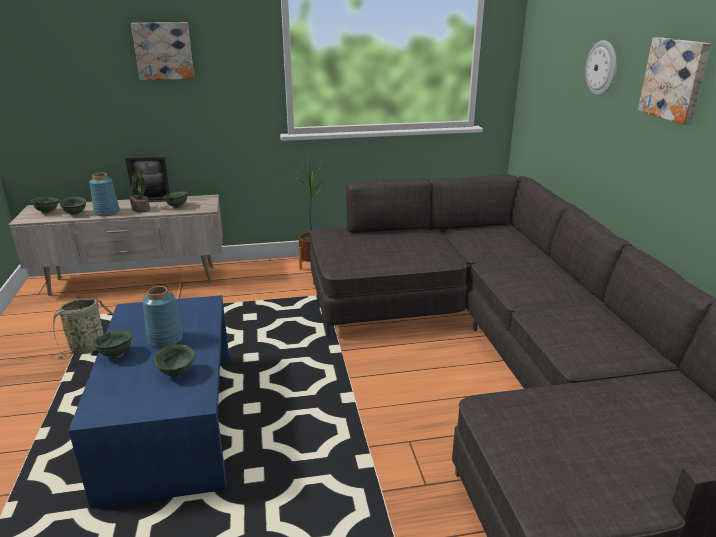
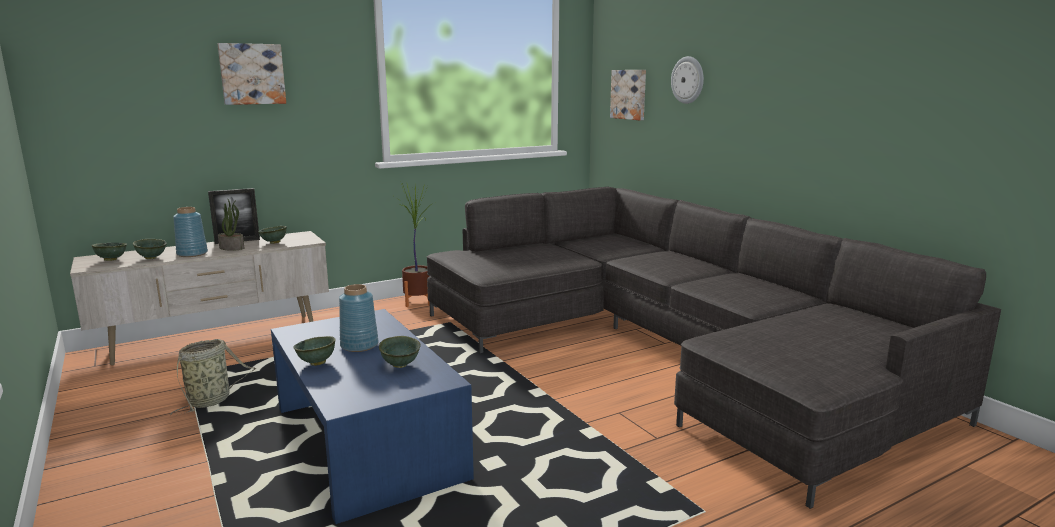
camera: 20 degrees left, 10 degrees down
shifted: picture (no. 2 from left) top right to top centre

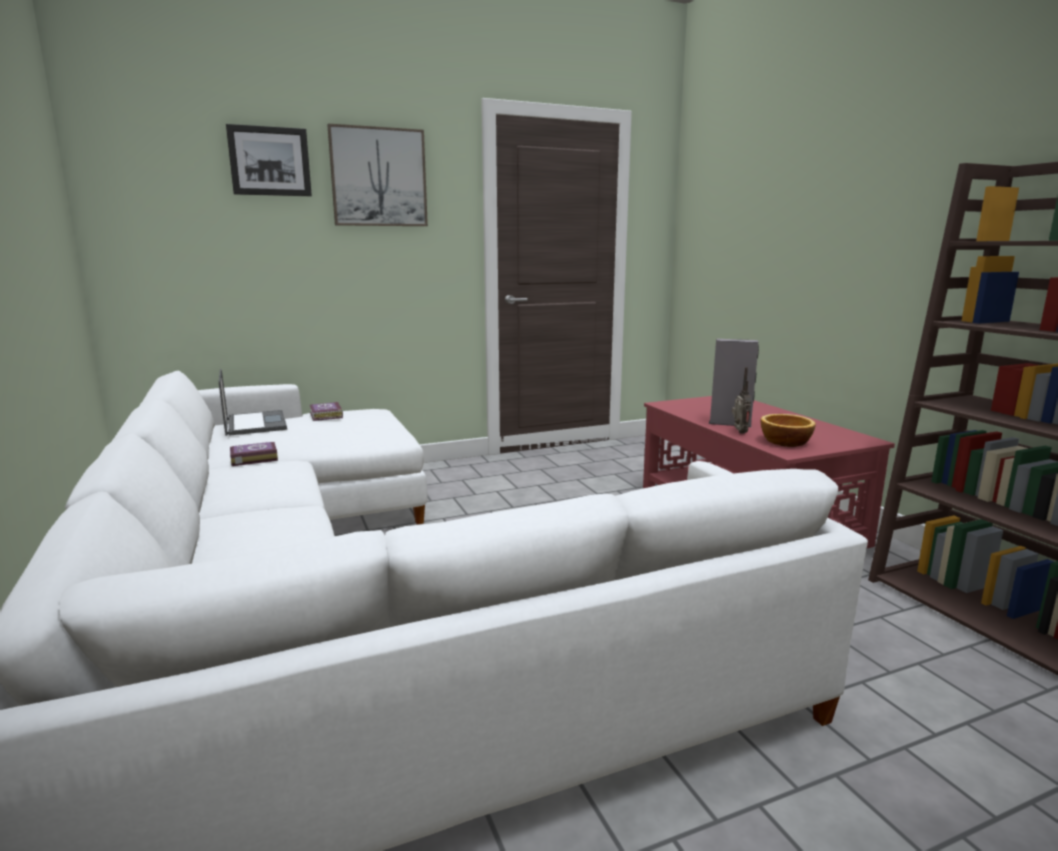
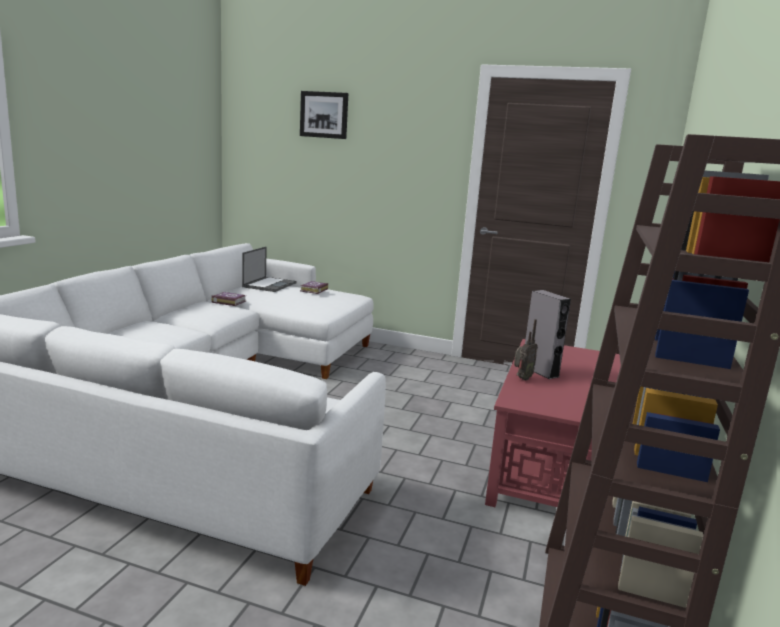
camera: 40 degrees right, 0 degrees up
gone: picture (no. 2 from left) top centre; bowl middle right

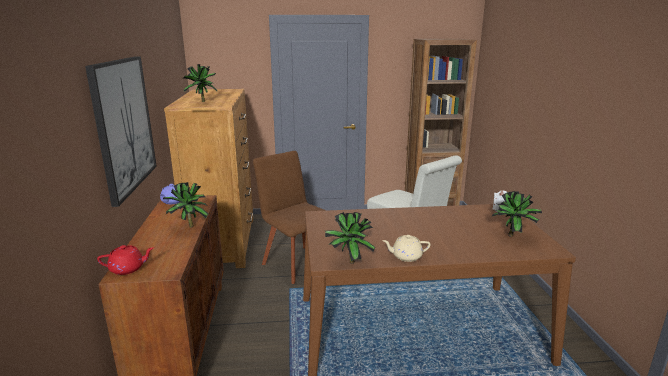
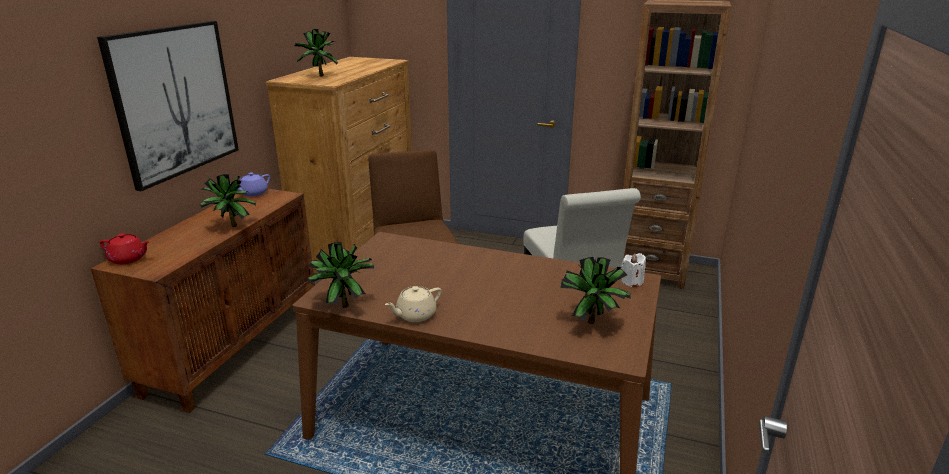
camera: 25 degrees right, 5 degrees up
rotated: tea pot/sand-coloured centre = centre 60 degrees counterclockwise

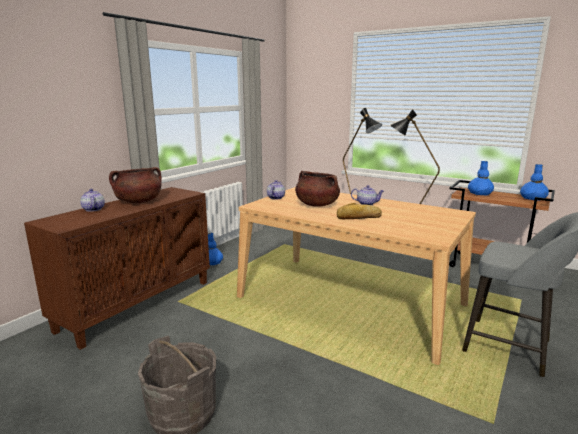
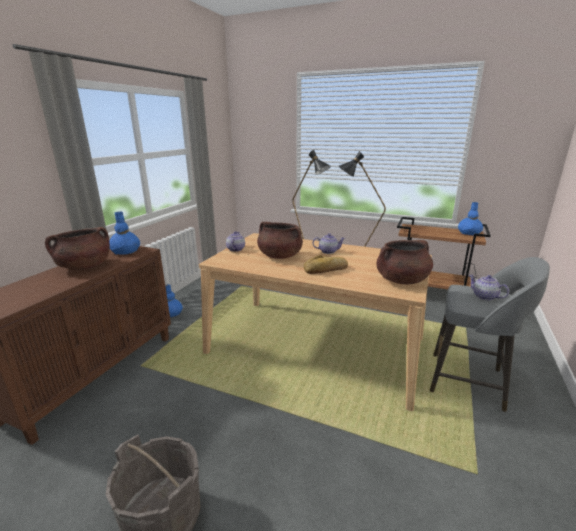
camera: 10 degrees left, 5 degrees up
new: saucepot/brown (no. 3 from left) middle right
shifted: flower vase/bluish (no. 2 from left in the first image) middle right to flower vase/bluish (no. 1 from left) middle left; tea pot (no. 1 from left in the first image) middle left to tea pot (no. 3 from left) middle right

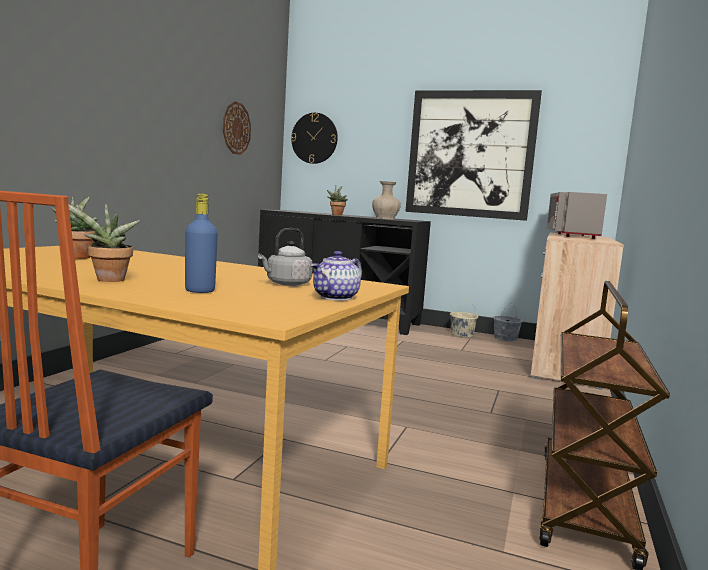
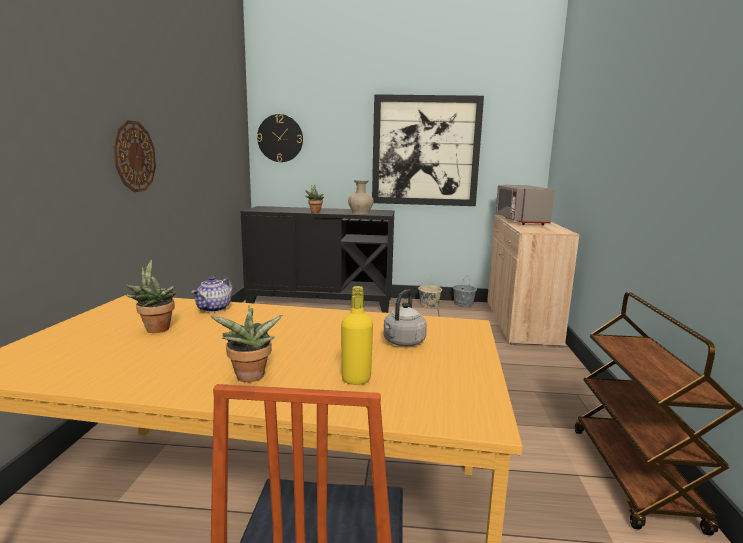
camera: 15 degrees left, 5 degrees up
shifted: hanging clock (no. 1 from left) top centre to top left; tea pot centre to middle left
repainted: bottle/bluish middle left to bottle/yellow-coloured centre

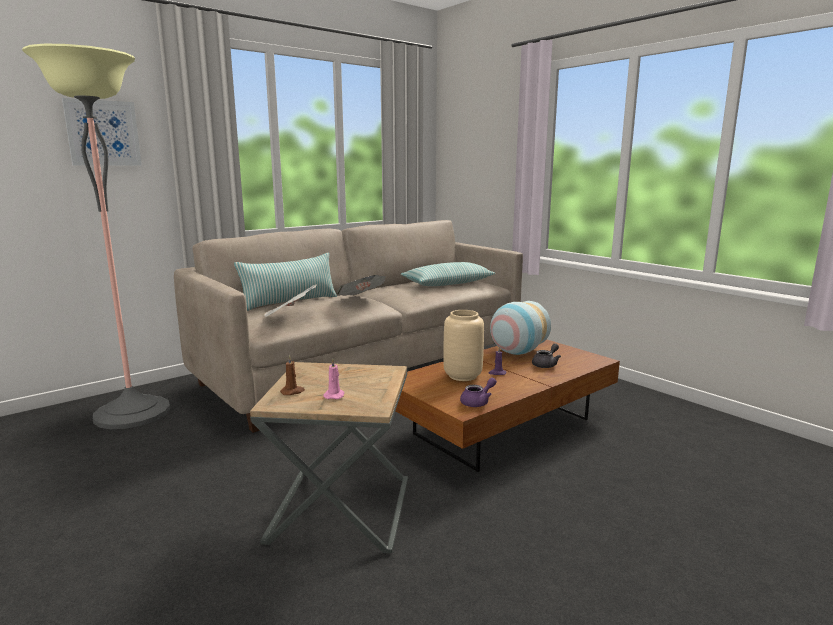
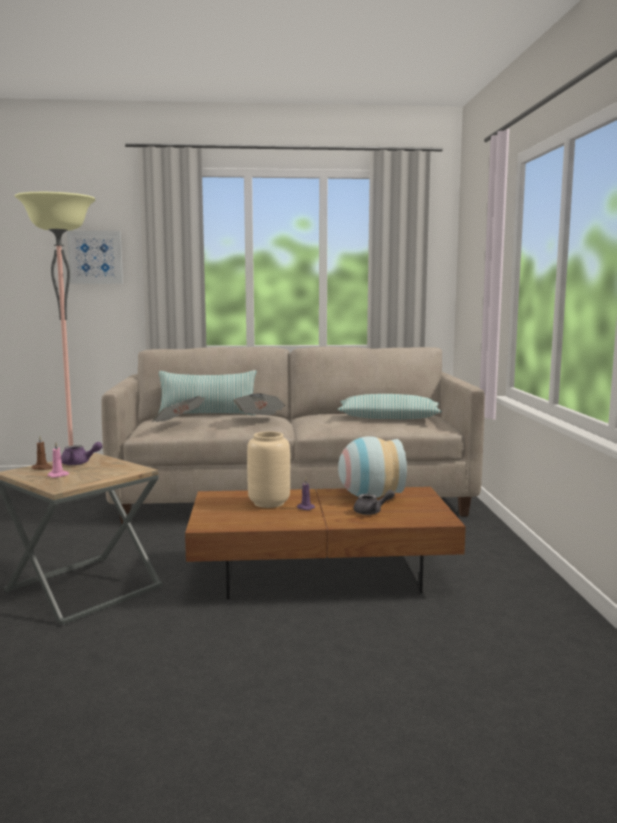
camera: 35 degrees right, 5 degrees down
shifted: tea pot/purple centre to middle left

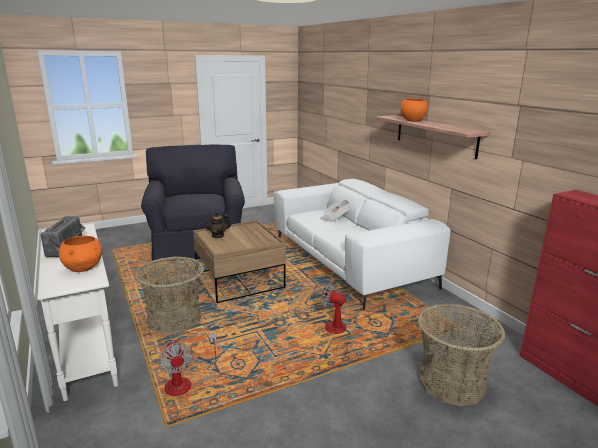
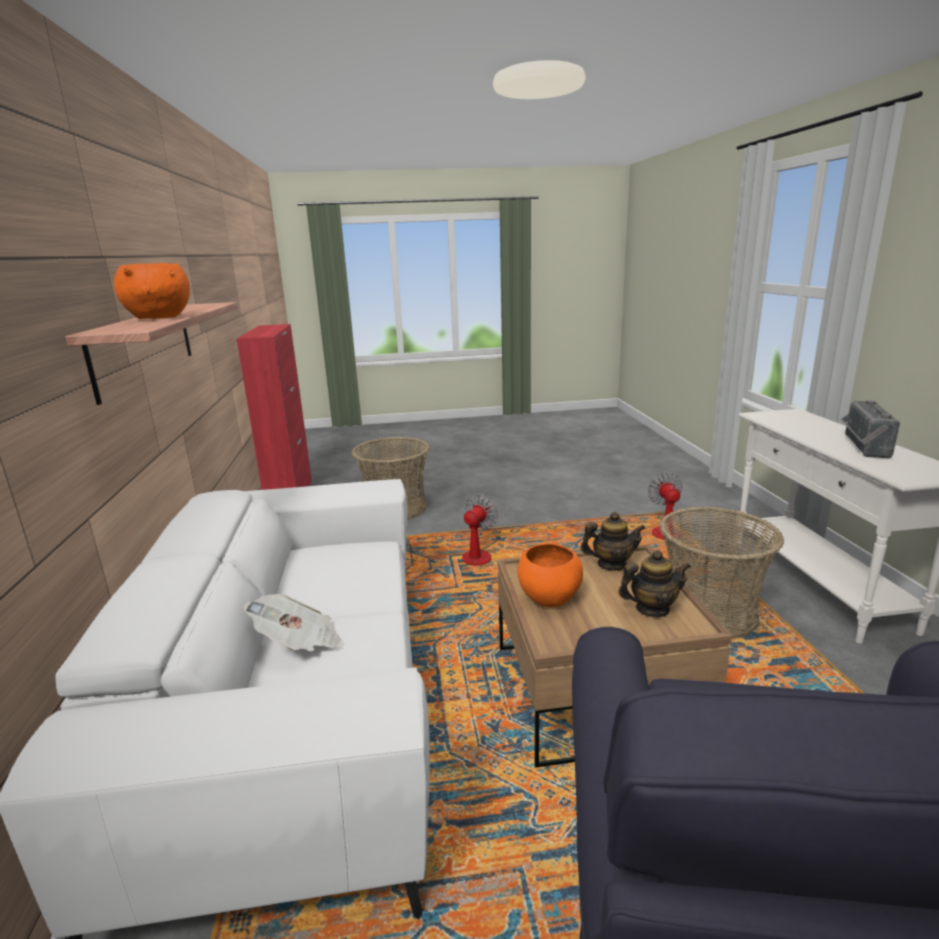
camera: 160 degrees left, 0 degrees up
new: tea pot (no. 1 from left) centre
shifted: bowl/orange (no. 1 from left in the first image) middle left to bowl/orange (no. 2 from left) centre
rotated: fan (no. 2 from left in the first image) bottom centre = centre 105 degrees counterclockwise

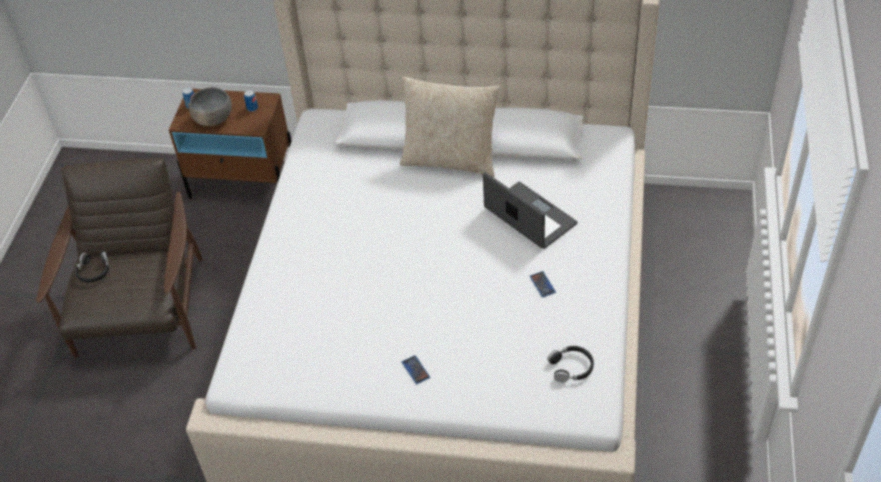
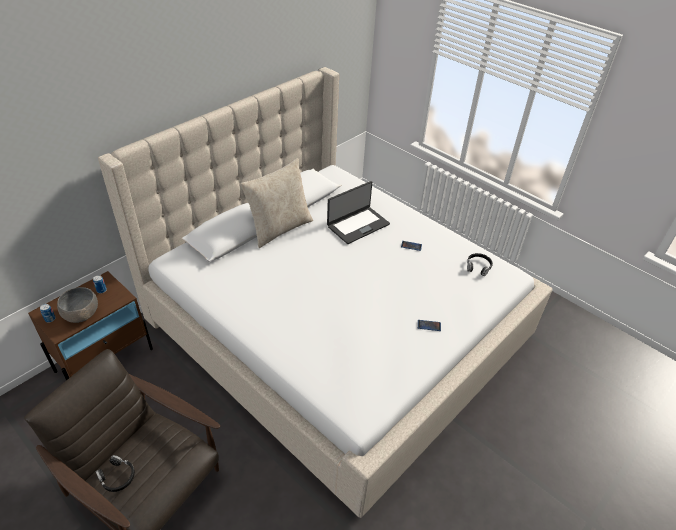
camera: 60 degrees left, 5 degrees down
rotated: portable computer centre = centre 150 degrees clockwise

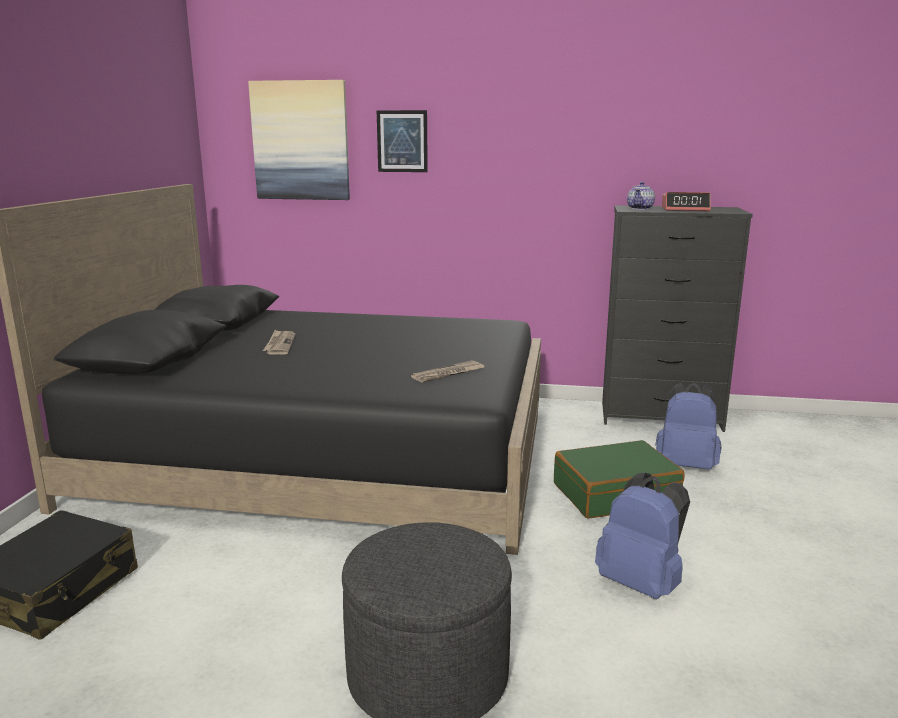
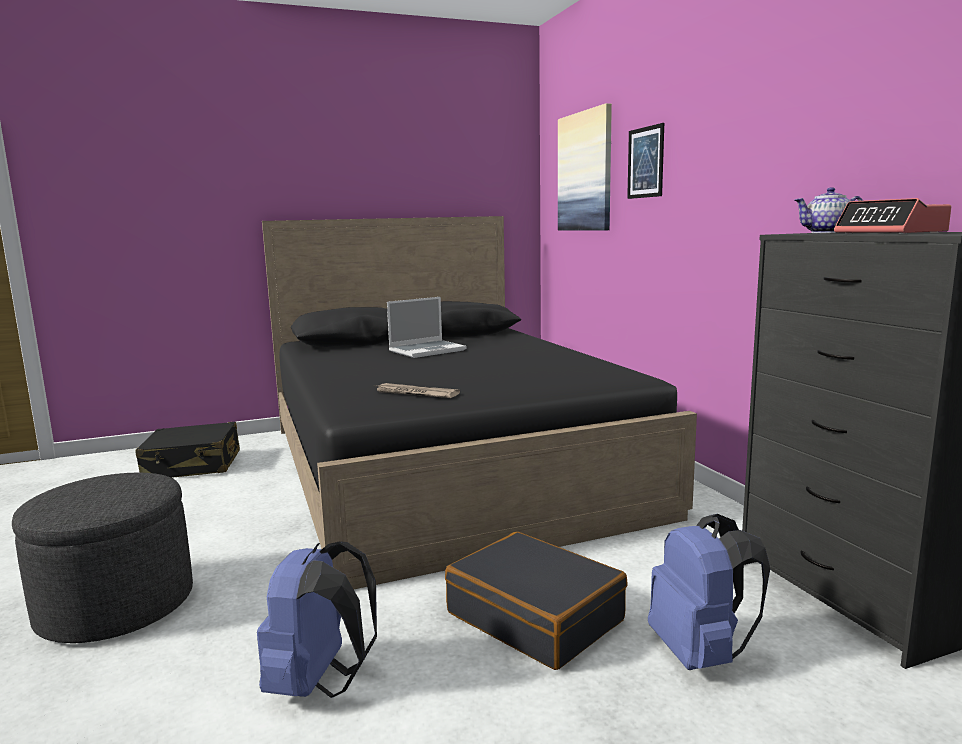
camera: 60 degrees right, 5 degrees down
swapped: printed paper (no. 1 from left) middle left to portable computer centre
repainted: suitcase/greenish bottom right to suitcase/black (no. 2 from left) bottom centre

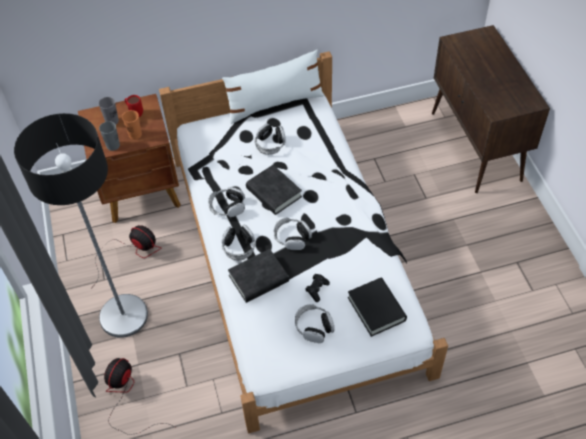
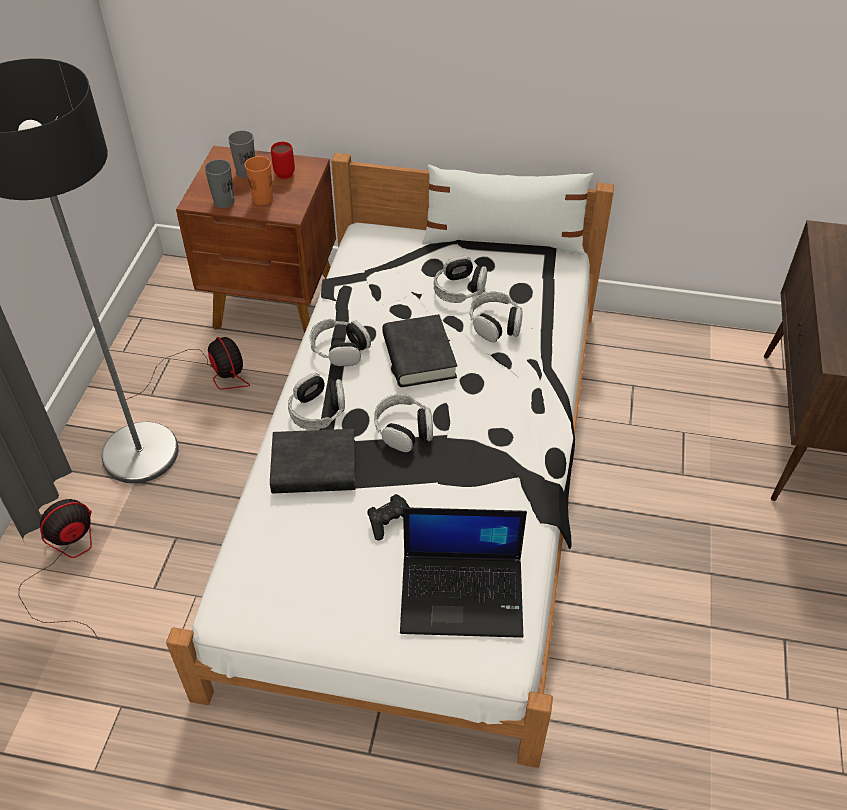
camera: 25 degrees right, 5 degrees down
shifted: headset (no. 5 from left) bottom centre to centre
swapped: book/black (no. 3 from left) bottom centre to portable computer bottom centre

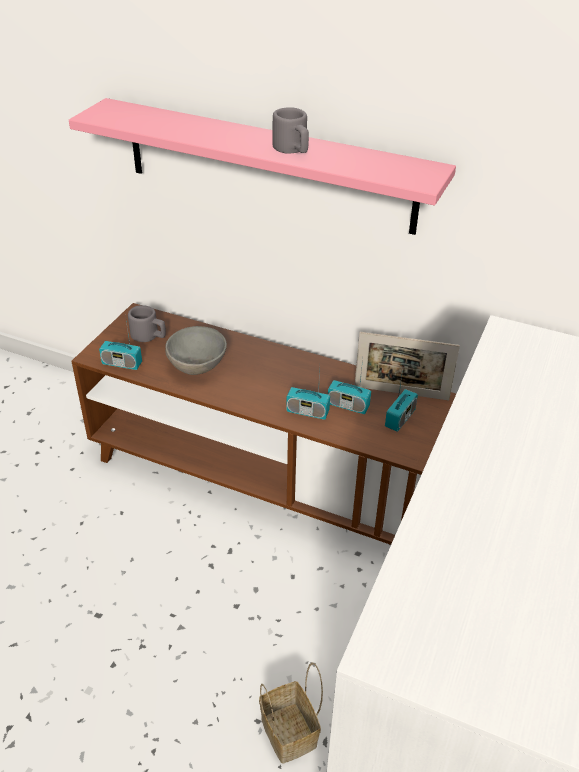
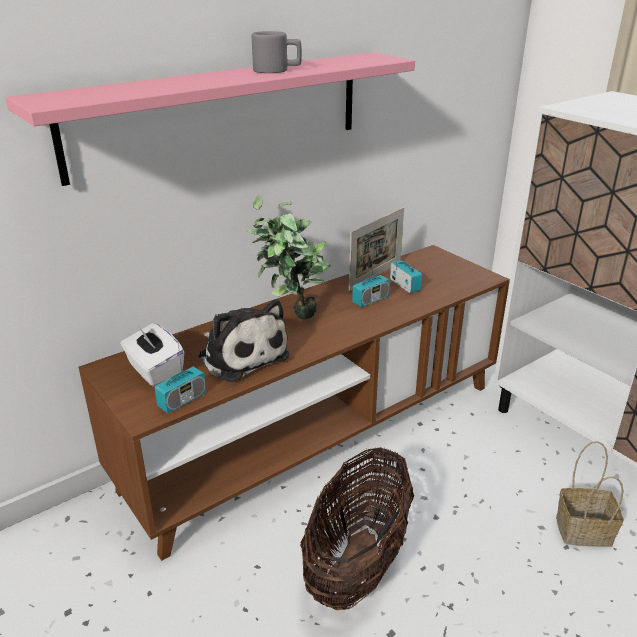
camera: 60 degrees left, 10 degrees down
gone: radio receiver (no. 2 from left) centre
new: plant in a pot centre; basket (no. 1 from left) bottom centre
swapped: coffee mug/greyish (no. 1 from left) middle left to tissue box/white middle left; bowl/greyish centre to cuddly toy centre

